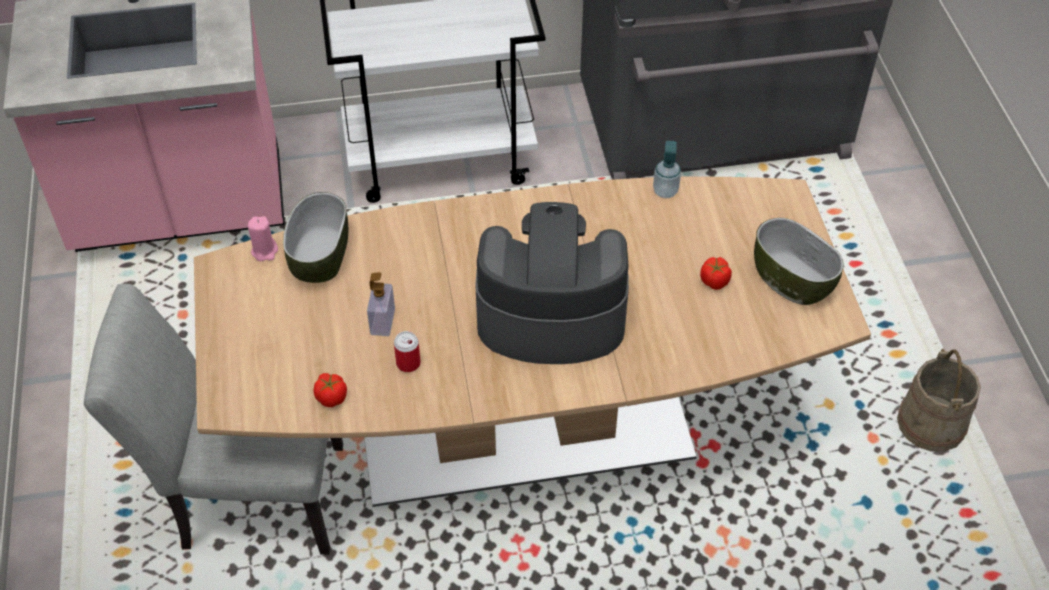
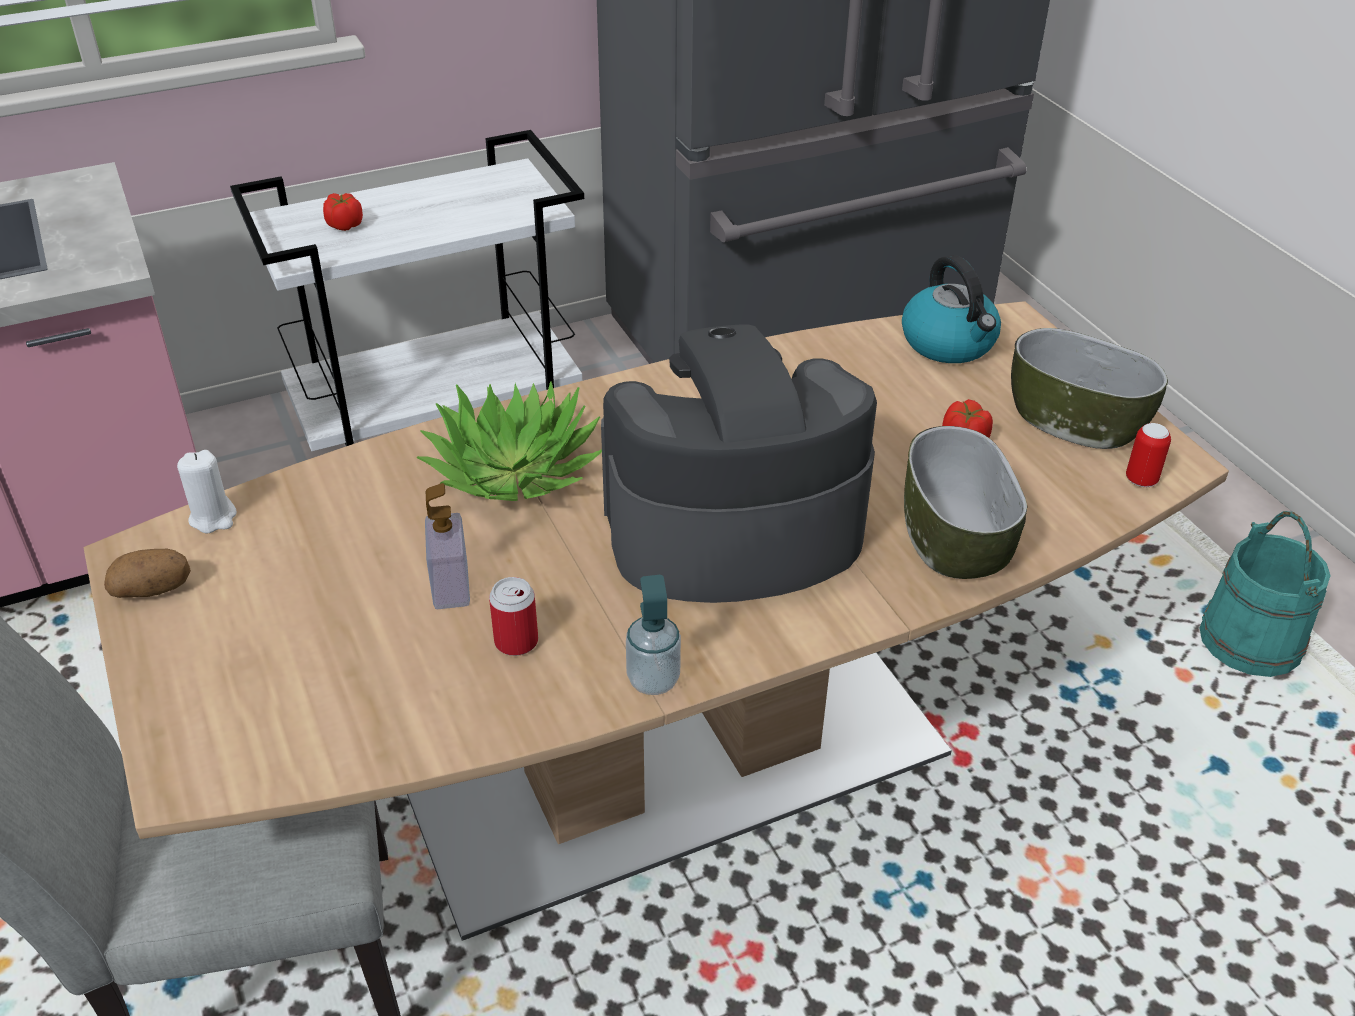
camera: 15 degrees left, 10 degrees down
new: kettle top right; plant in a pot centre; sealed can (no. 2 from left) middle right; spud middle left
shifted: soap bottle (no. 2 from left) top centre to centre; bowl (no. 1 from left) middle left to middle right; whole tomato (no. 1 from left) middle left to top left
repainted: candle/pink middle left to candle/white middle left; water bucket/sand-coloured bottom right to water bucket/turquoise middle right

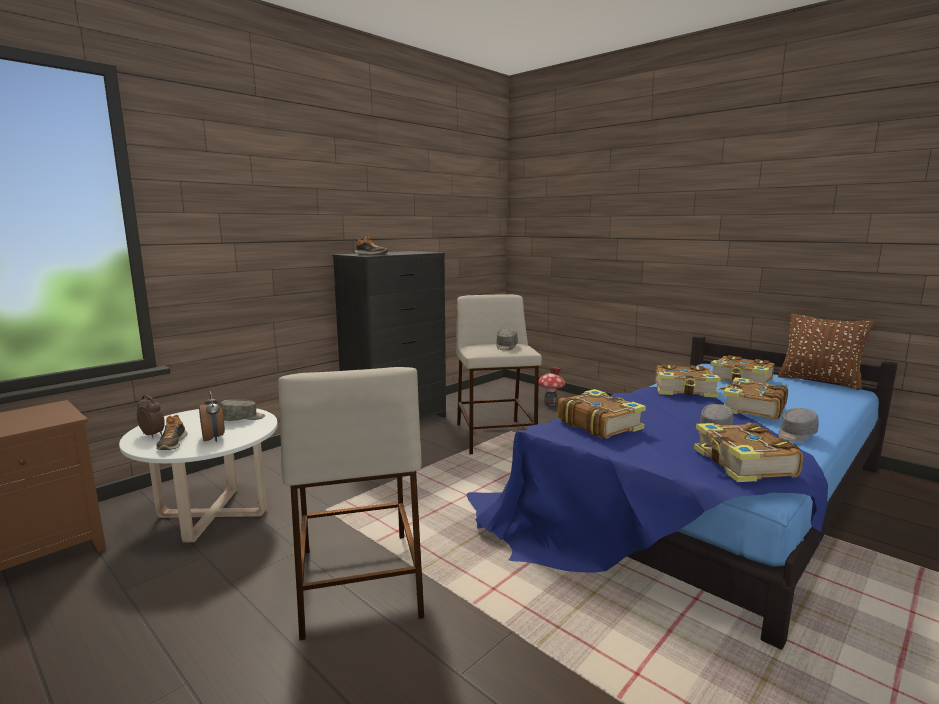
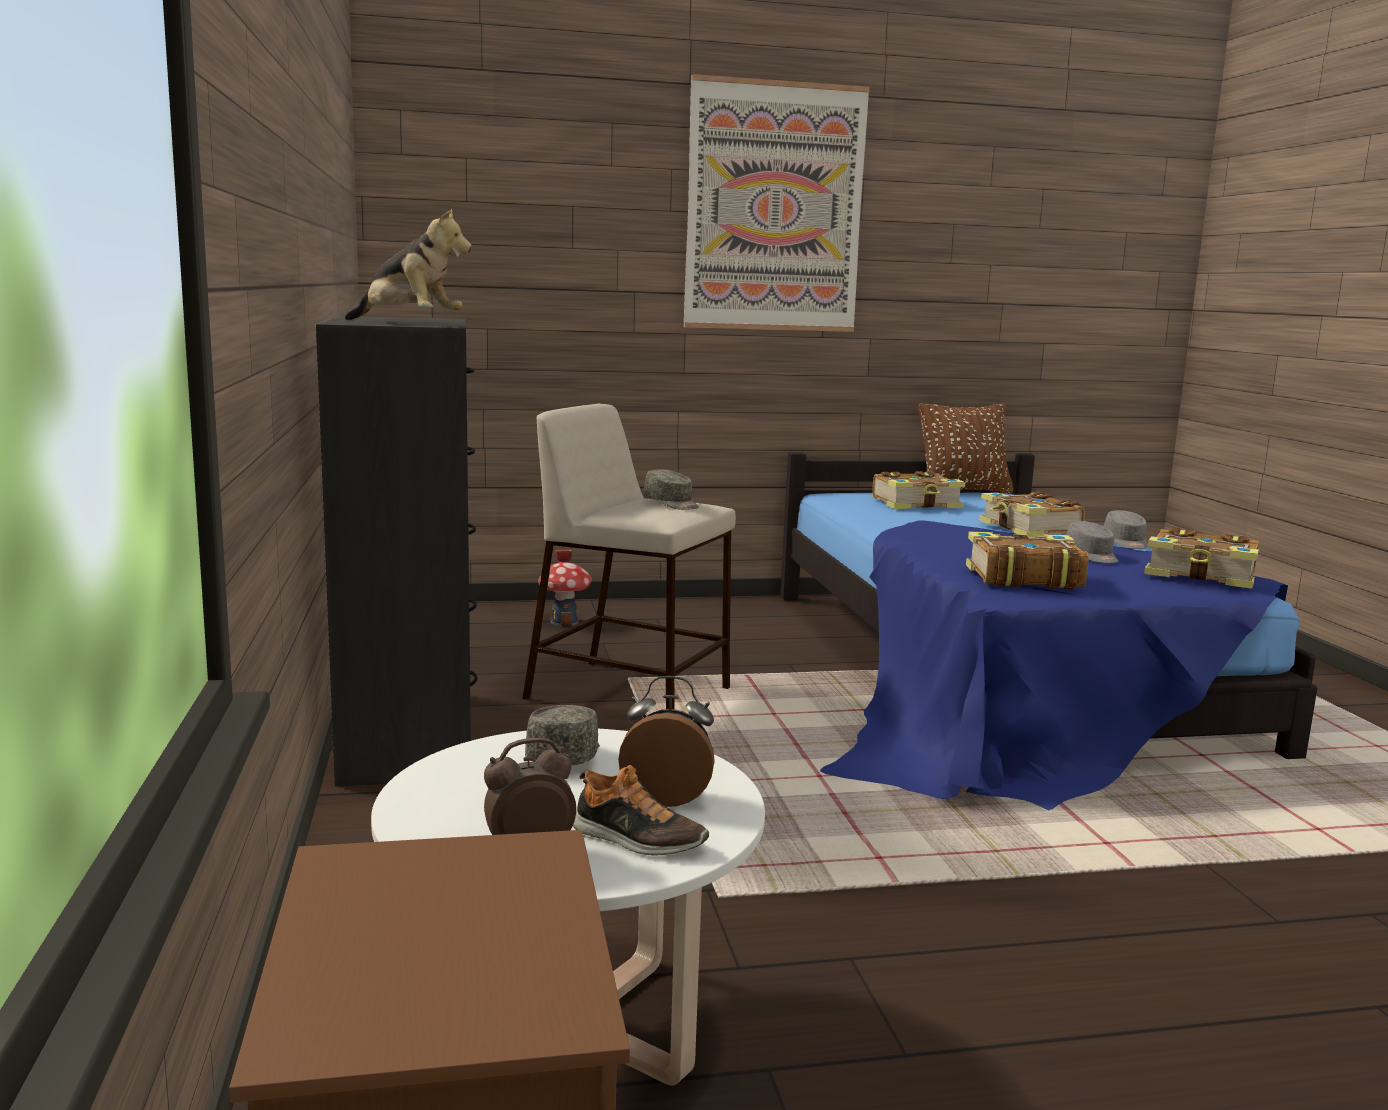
camera: 55 degrees left, 0 degrees up
gone: book (no. 2 from left) middle right; stool seat/sand-coloured (no. 1 from left) bottom centre
new: picture top centre
swapped: item of footwear (no. 2 from left) centre to cuddly toy top left

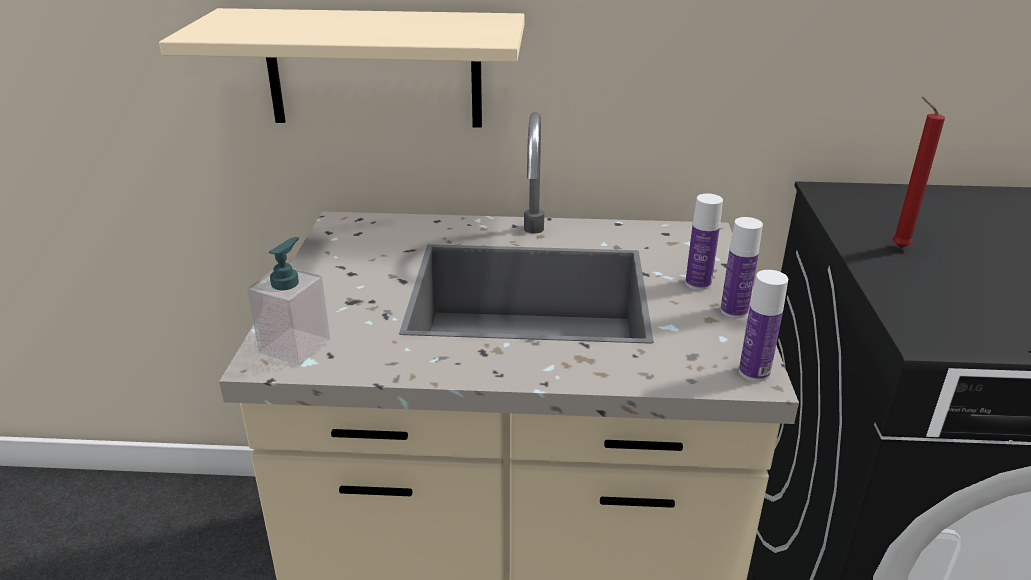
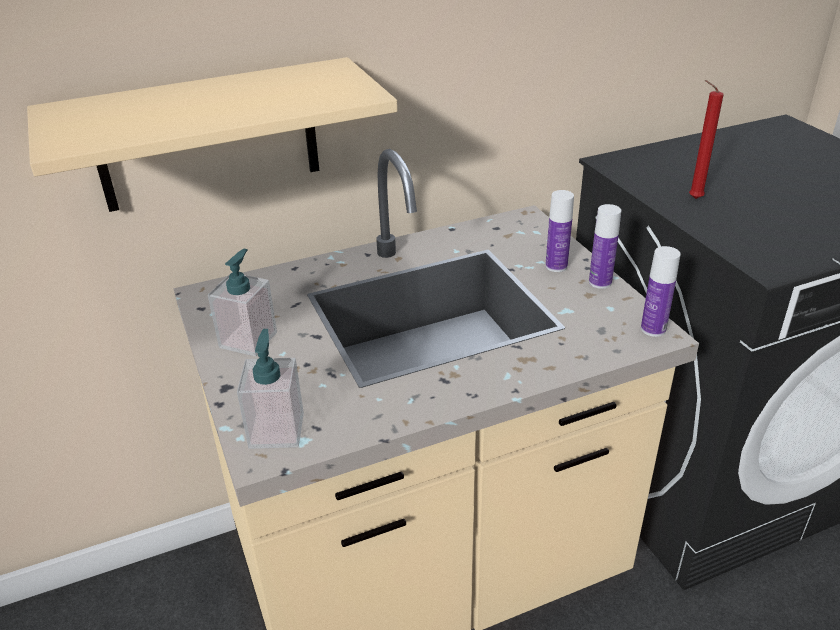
camera: 25 degrees left, 5 degrees up
new: soap bottle (no. 1 from left) middle left

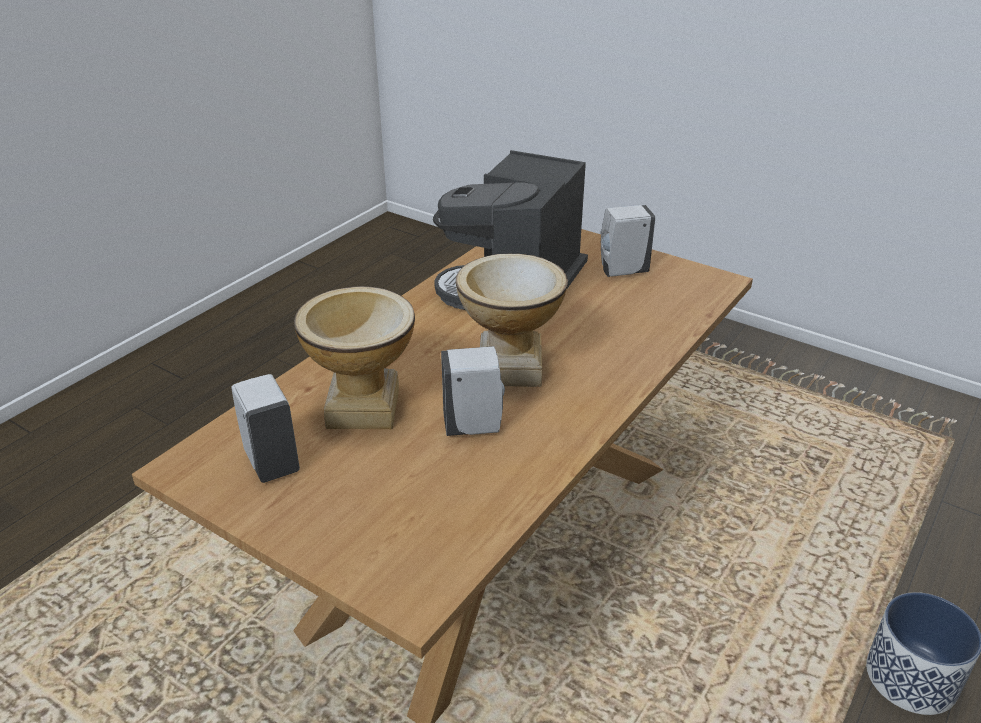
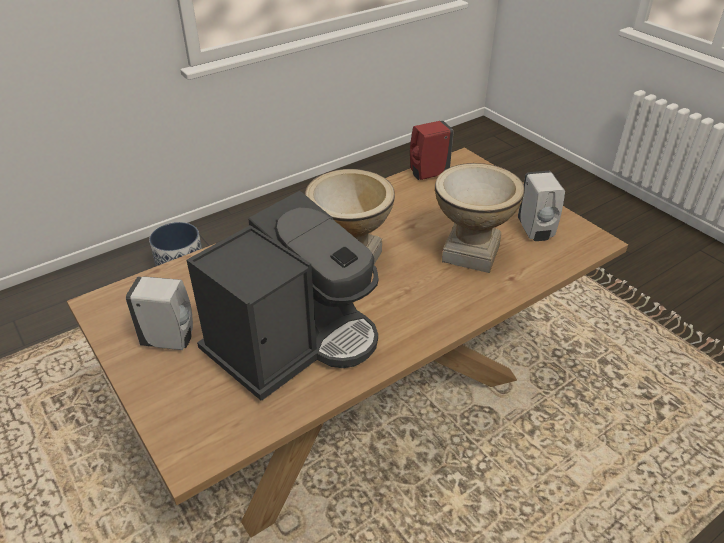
camera: 160 degrees left, 5 degrees up
gone: soap bottle/white (no. 2 from left) centre
new: soap bottle/reddish top centre

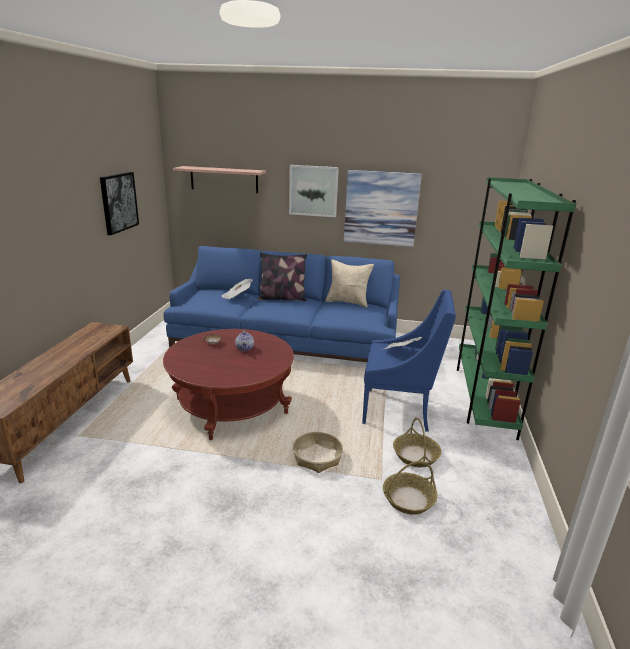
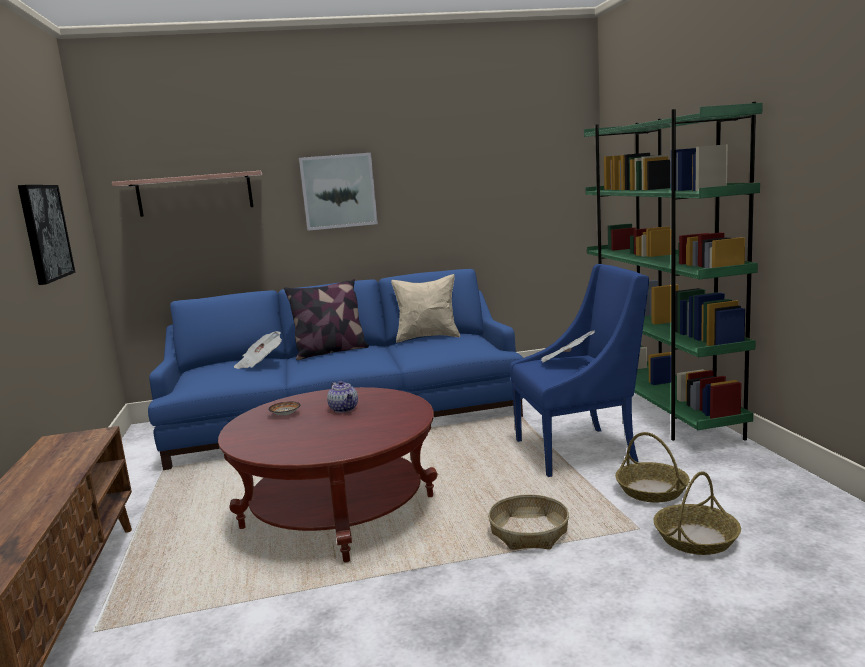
camera: 20 degrees left, 10 degrees down
gone: picture (no. 3 from left) top centre

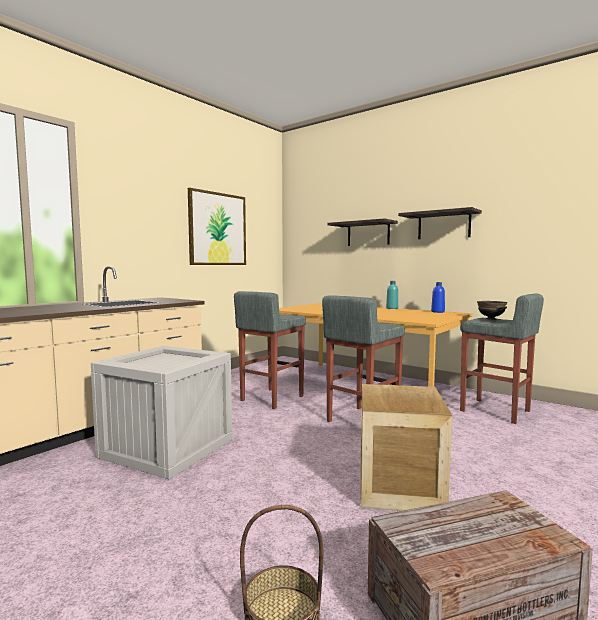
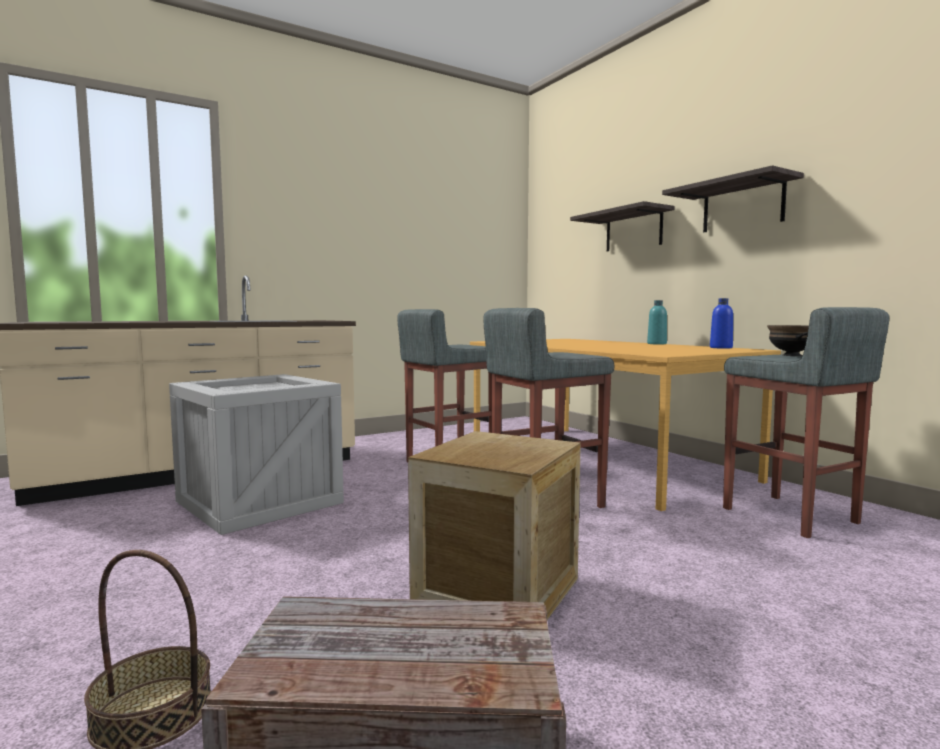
camera: 20 degrees right, 0 degrees up
gone: picture centre

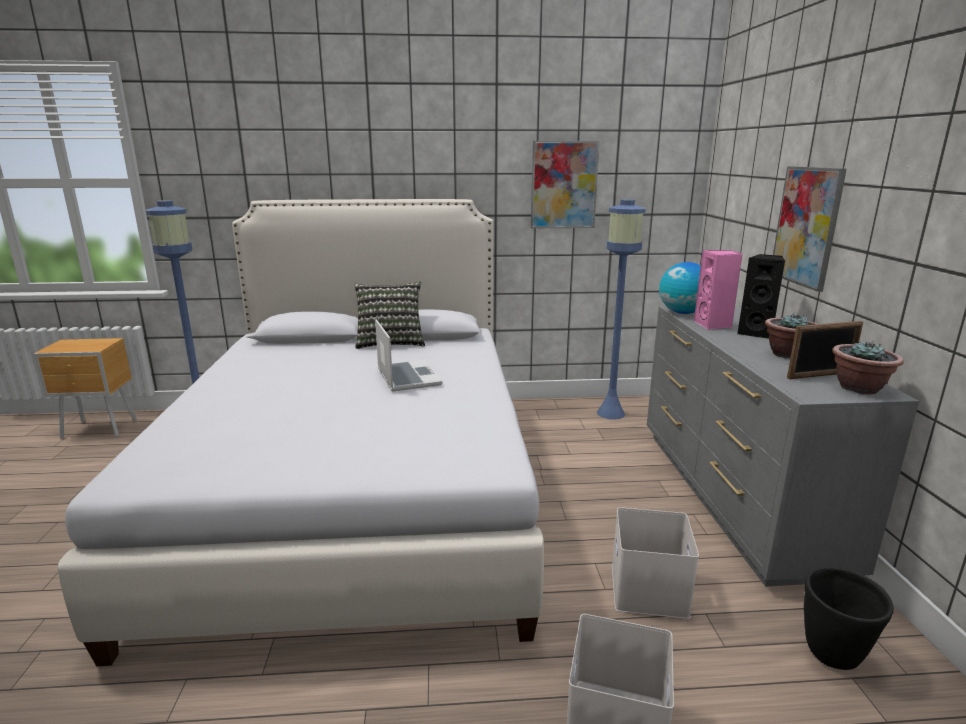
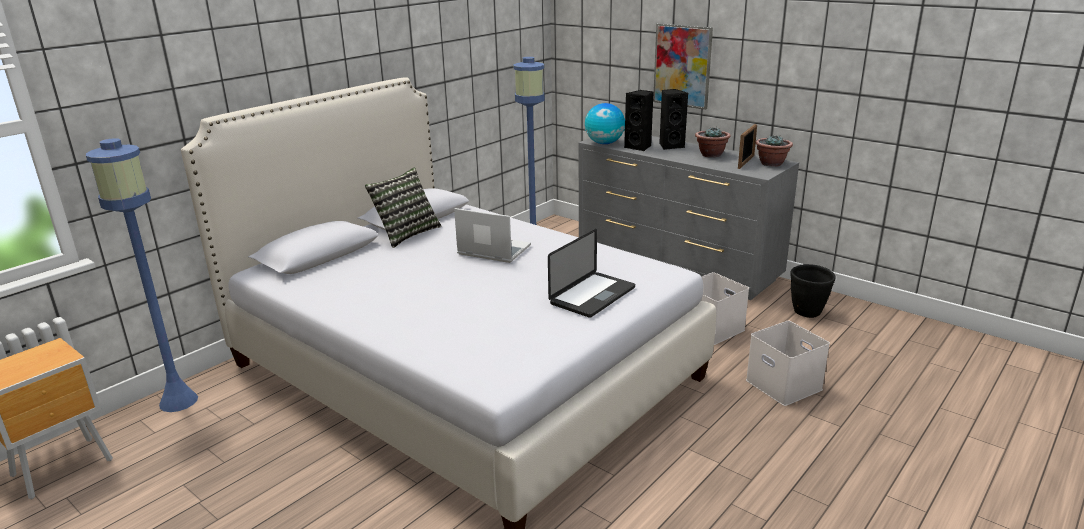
camera: 45 degrees left, 5 degrees up
gone: picture (no. 1 from left) top centre
new: portable computer (no. 2 from left) centre
repainted: speaker/pink middle right to speaker/black (no. 1 from left) top centre

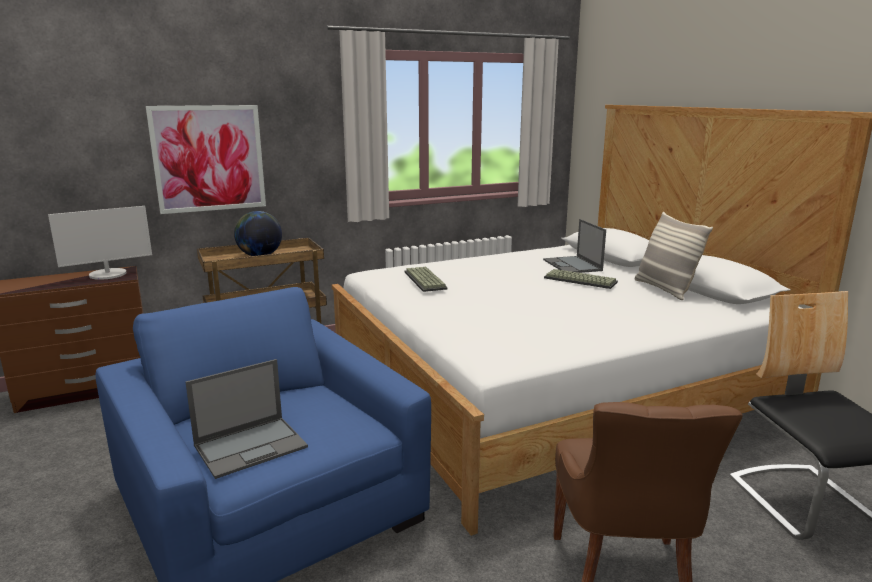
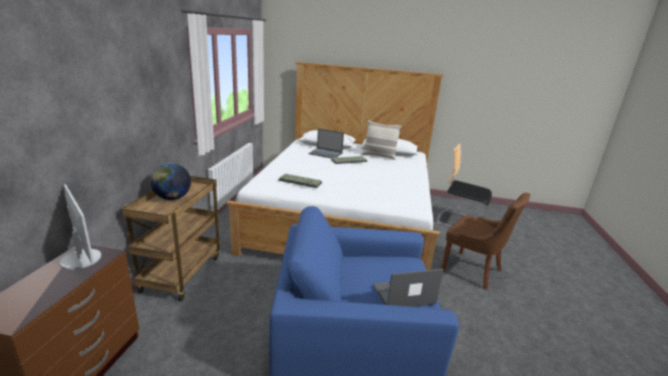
camera: 55 degrees left, 5 degrees up
gone: picture top left
rotated: computer display middle left = middle left 45 degrees counterclockwise; portable computer (no. 1 from left in the first image) bottom left = bottom centre 105 degrees counterclockwise

